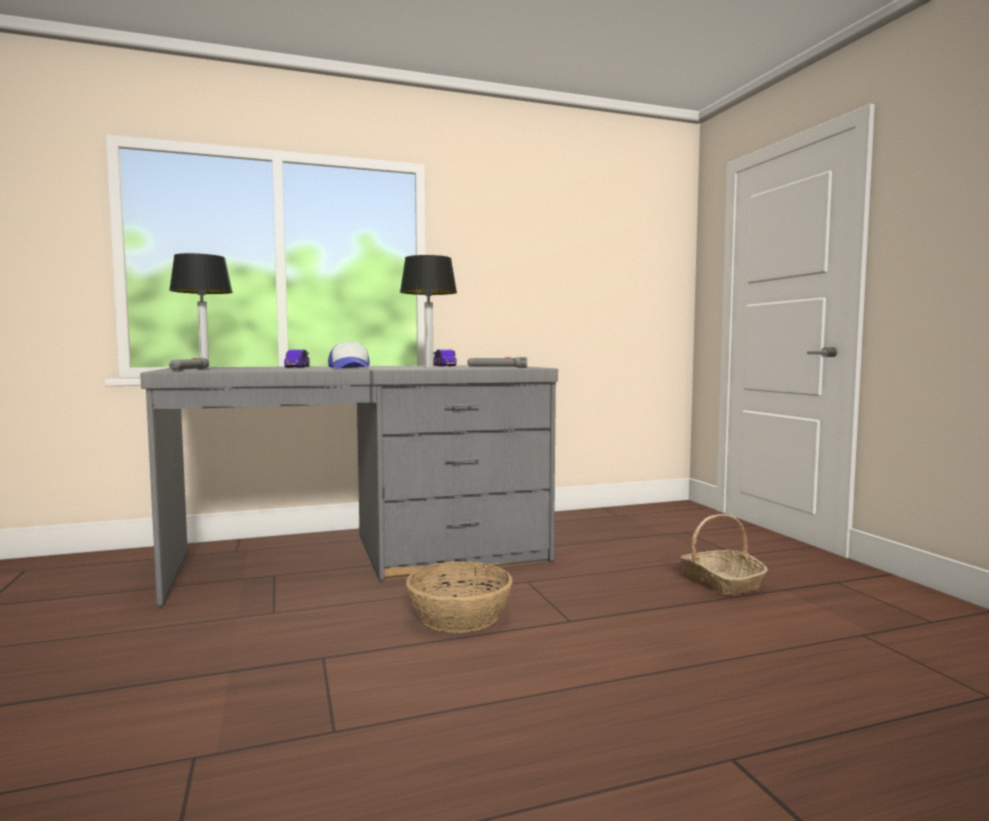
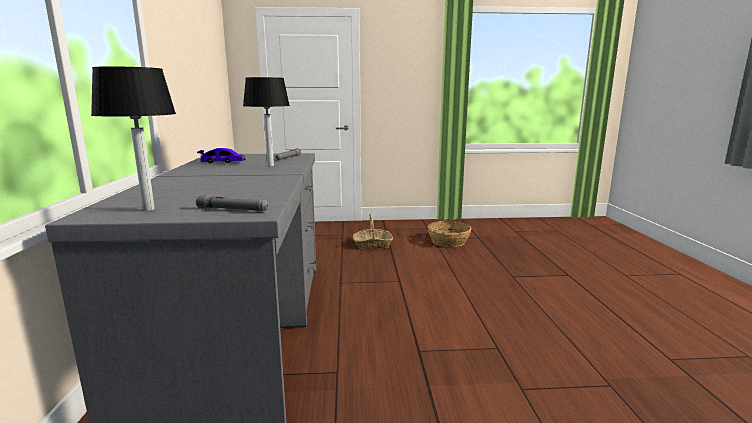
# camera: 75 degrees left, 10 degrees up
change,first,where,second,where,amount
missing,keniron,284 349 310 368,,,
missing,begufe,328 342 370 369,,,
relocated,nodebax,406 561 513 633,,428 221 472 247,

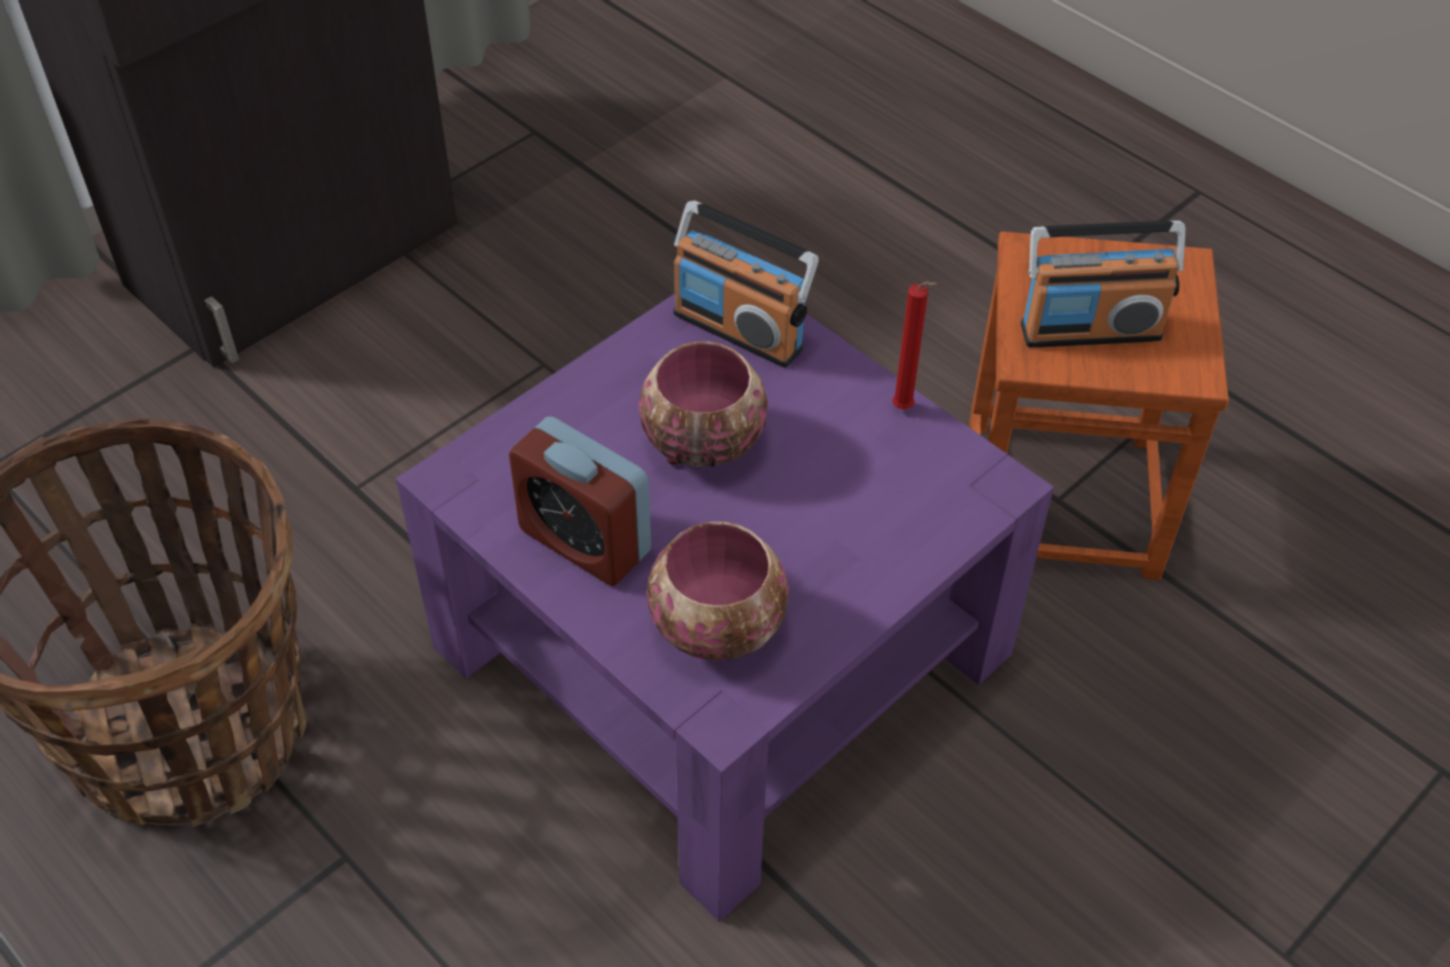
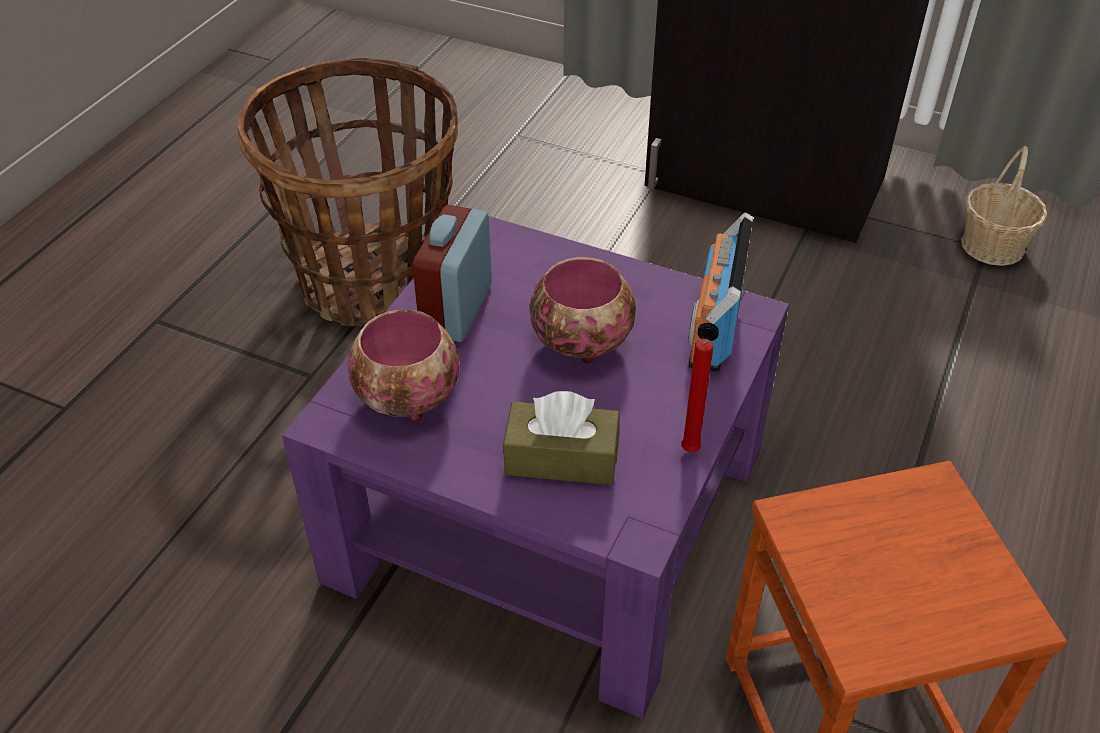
# camera: 70 degrees right, 5 degrees down
change,first,where,second,where,amount
missing,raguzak,1021 220 1186 348,,,
appeared,,,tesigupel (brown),503 391 620 485,
appeared,,,nodebax,961 146 1047 266,

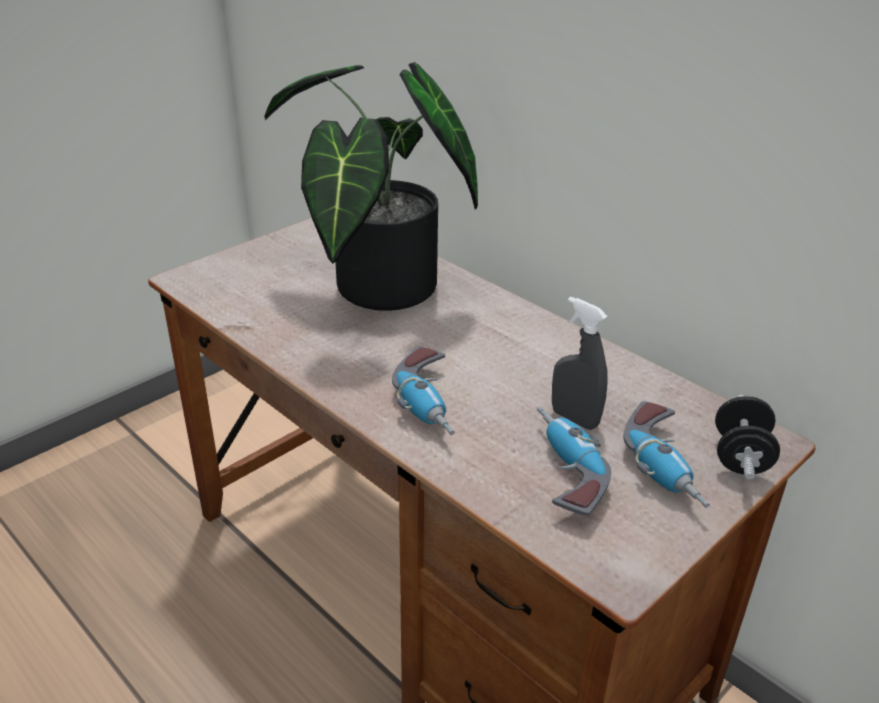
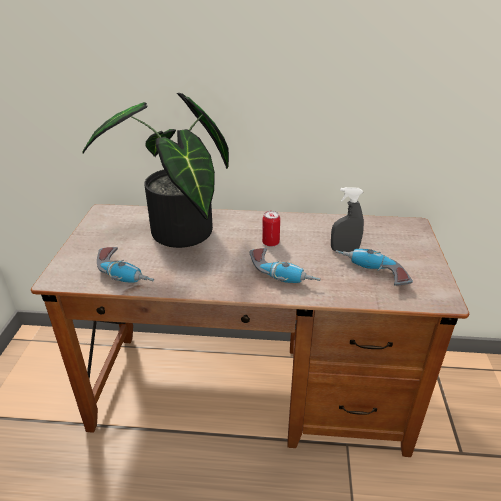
# camera: 40 degrees left, 0 degrees up
change,first,where,second,where,amount
relocated,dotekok,623 401 710 508,,97 247 154 283,
missing,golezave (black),715 395 780 480,,,
appeared,,,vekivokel,262 211 280 247,

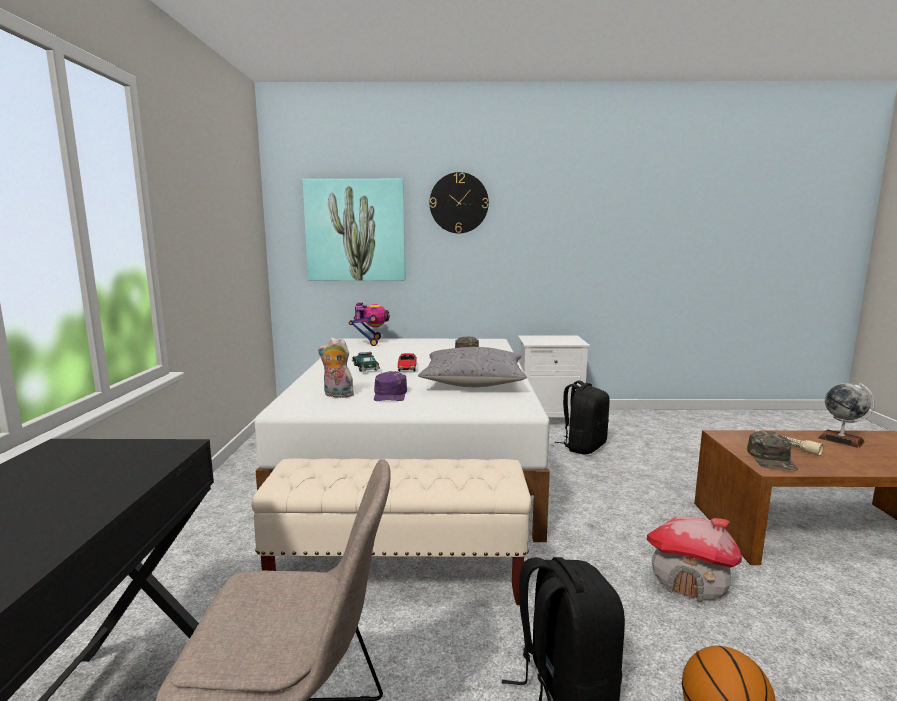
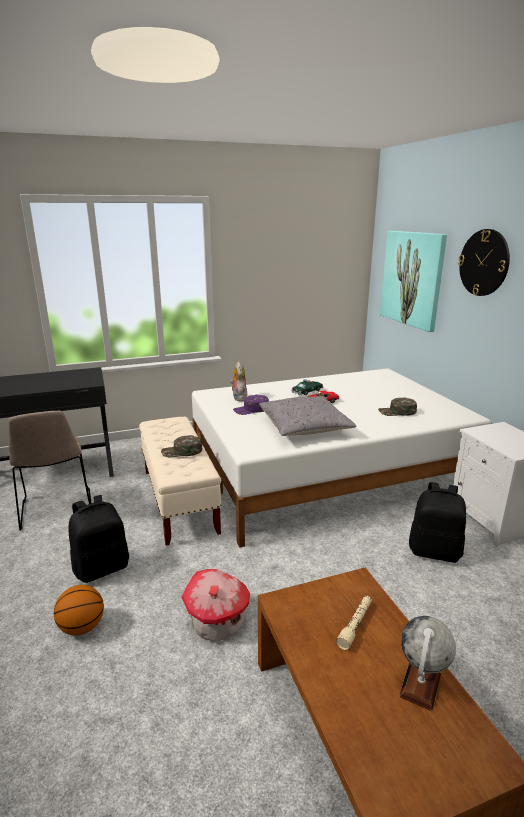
# camera: 70 degrees right, 10 degrees up
change,first,where,second,where,amount
missing,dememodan,349 302 390 346,,,
relocated,begufe (green),747 430 798 471,,161 435 202 457,

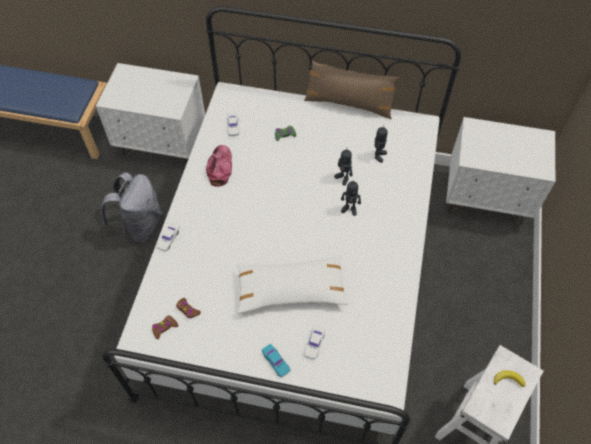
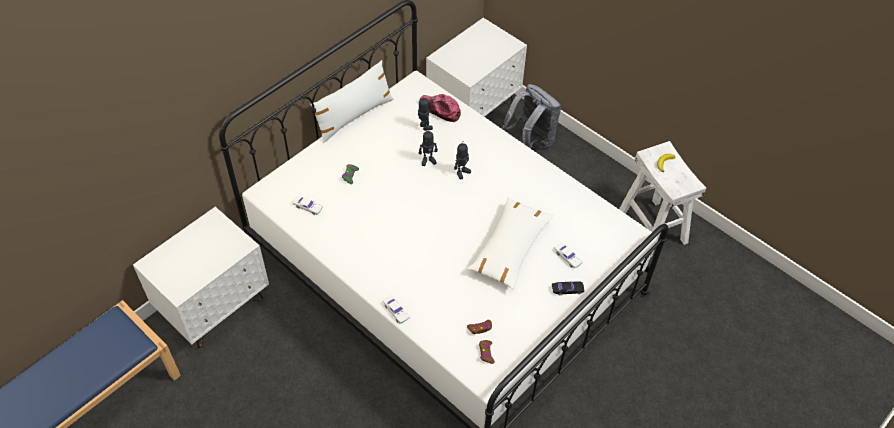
# camera: 60 degrees left, 5 degrees down
change,first,where,second,where,amount
relocated,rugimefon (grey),101 172 162 242,,502 84 561 149,
relocated,begufe,206 145 232 187,,420 94 461 122,
colour,keniron (turquoise),262 344 291 377,keniron (black),552 281 584 295,
colour,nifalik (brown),304 60 400 119,nifalik (white),310 60 394 143,

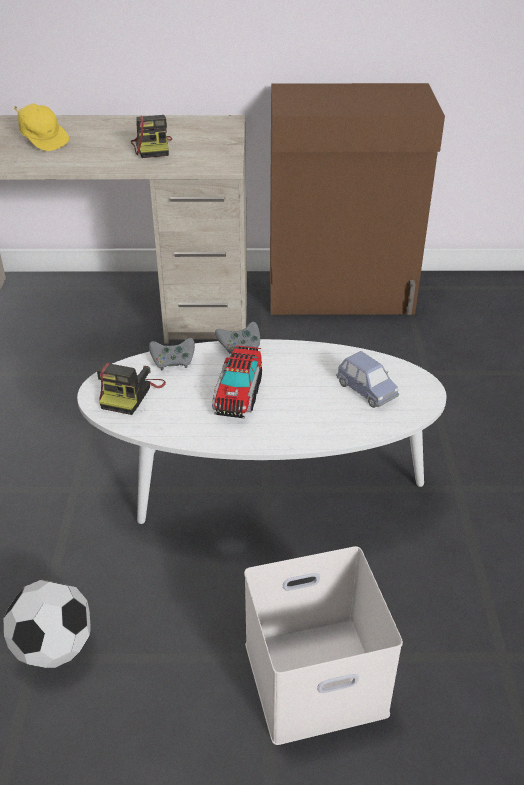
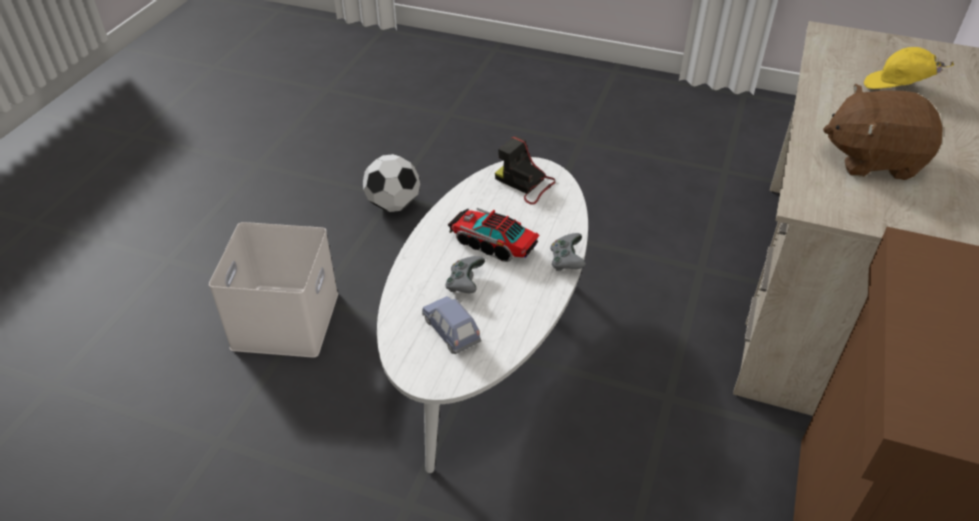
# camera: 110 degrees right, 5 degrees up
change,first,where,second,where,amount
spun,begufe (yellow),14 103 69 151,,864 47 954 89,45 degrees clockwise
exchanged,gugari,131 115 172 158,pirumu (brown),823 84 943 180,
relocated,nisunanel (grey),149 338 195 370,,446 256 485 293,
spun,keniron (blue),336 351 399 408,,422 296 481 354,75 degrees clockwise

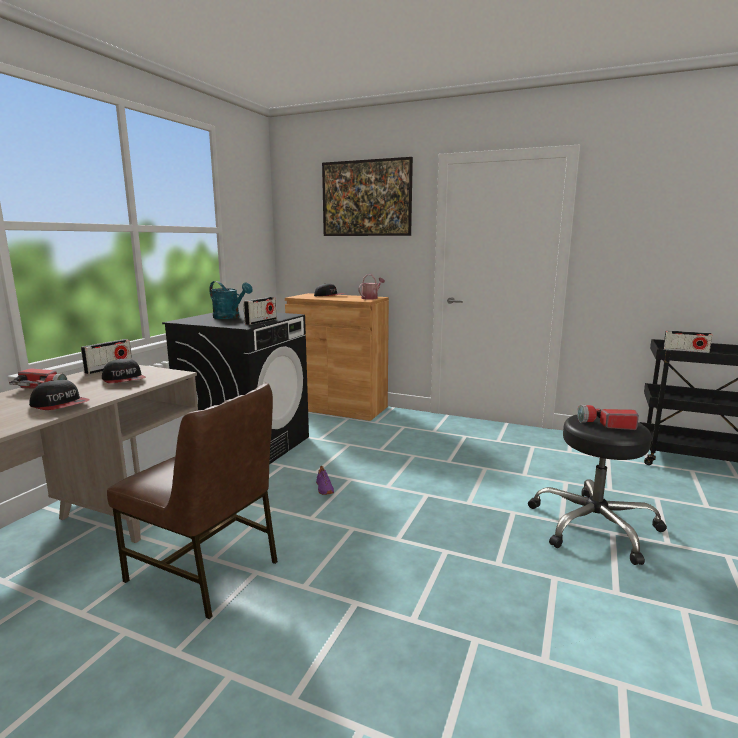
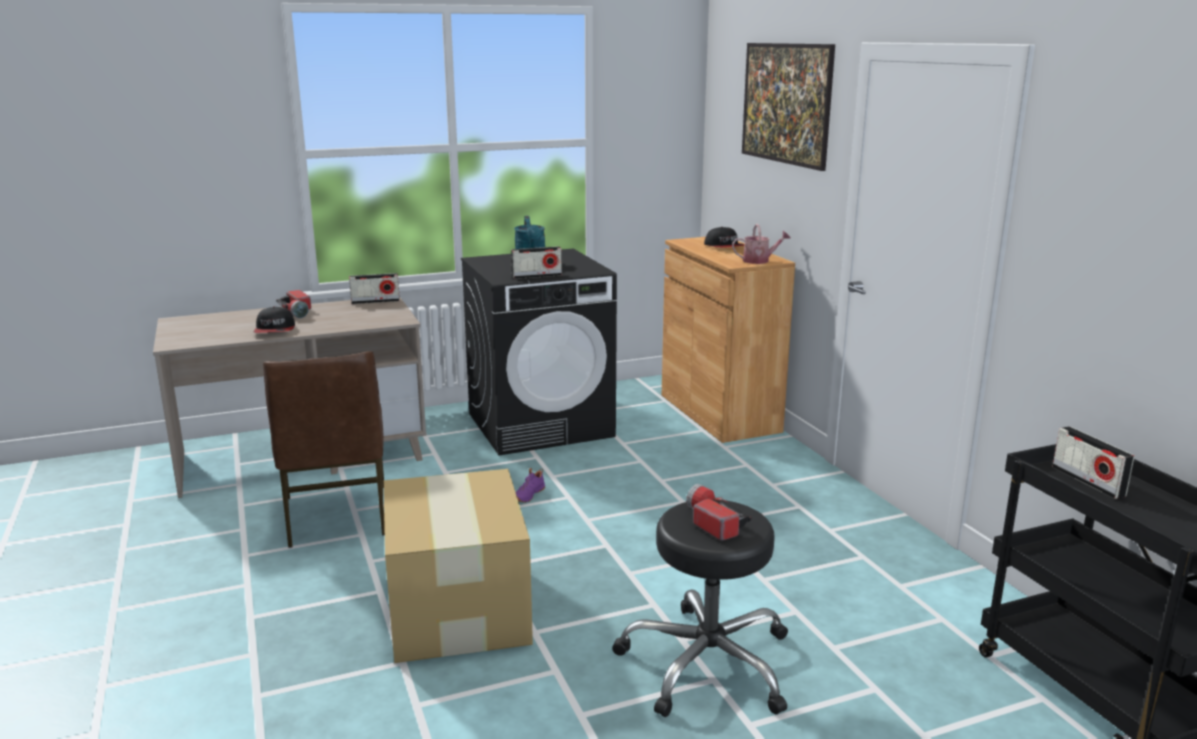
# camera: 45 degrees right, 5 degrees up
change,first,where,second,where,amount
missing,begufe,102 358 146 383,,,
appeared,,,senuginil,384 469 533 663,

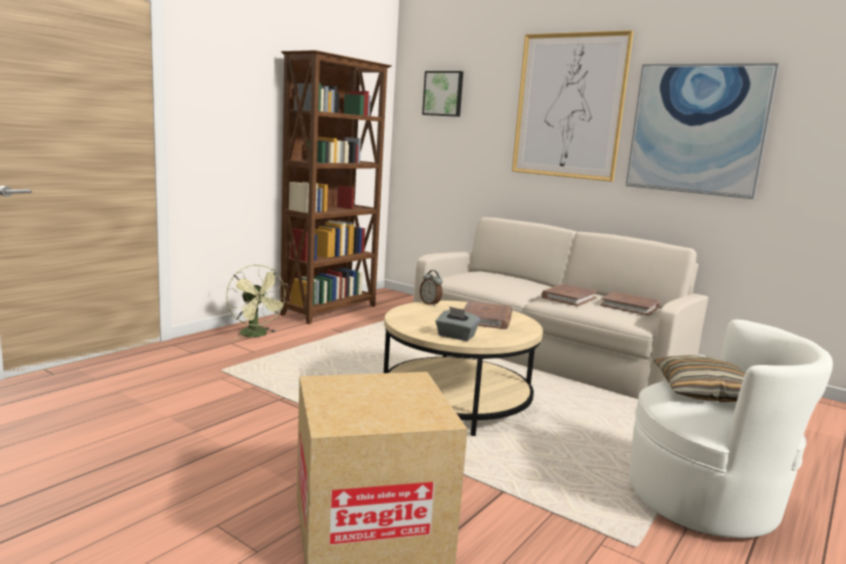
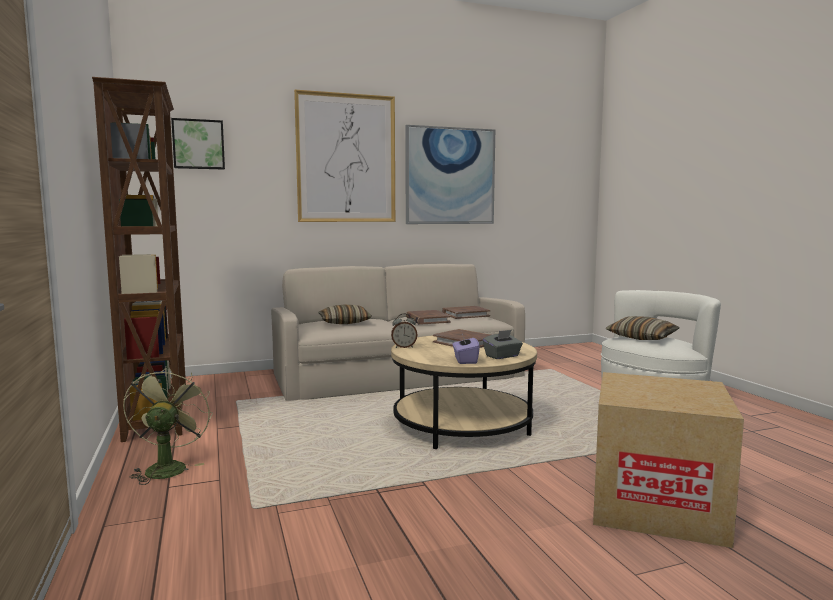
# camera: 55 degrees left, 5 degrees down
change,first,where,second,where,amount
spun,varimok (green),226 265 288 339,,123 366 213 485,90 degrees counterclockwise
appeared,,,nifalik,318 305 372 324,
appeared,,,tesigupel (purple),453 331 480 364,

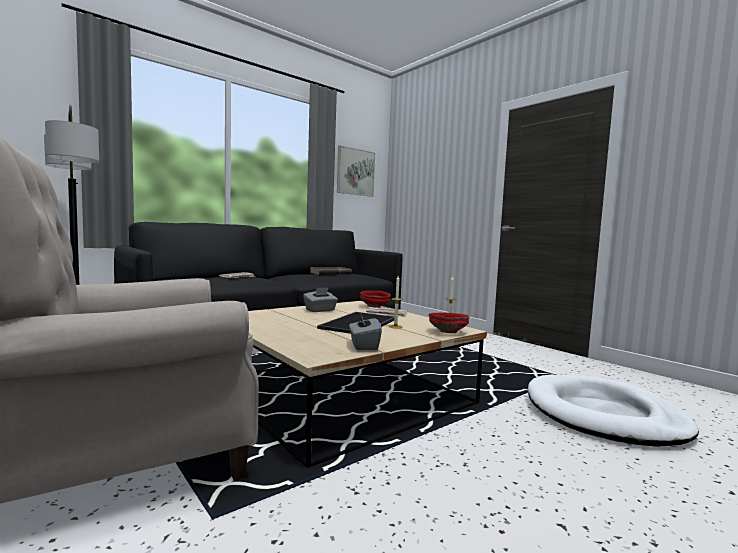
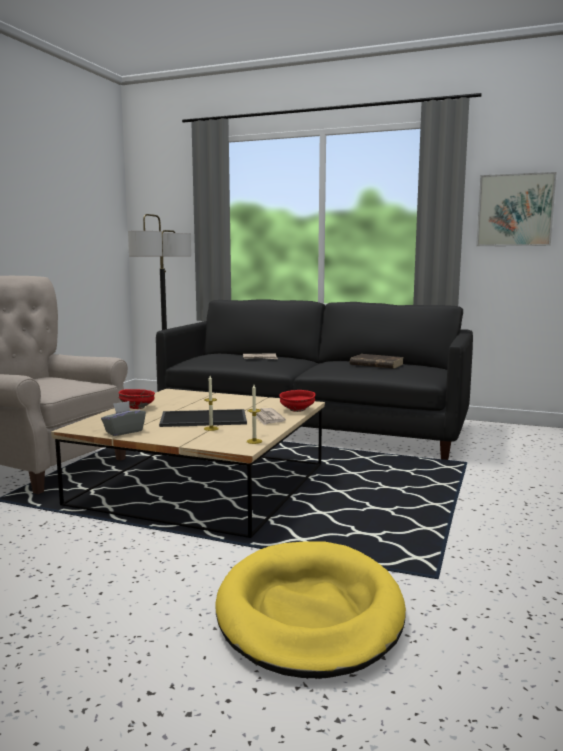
# camera: 60 degrees right, 5 degrees up
change,first,where,second,where,amount
missing,tesigupel (grey),303 287 338 312,,,
relocated,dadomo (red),428 313 469 333,,119 389 155 409,
colour,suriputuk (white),528 375 699 447,suriputuk (yellow),215 541 406 679,

